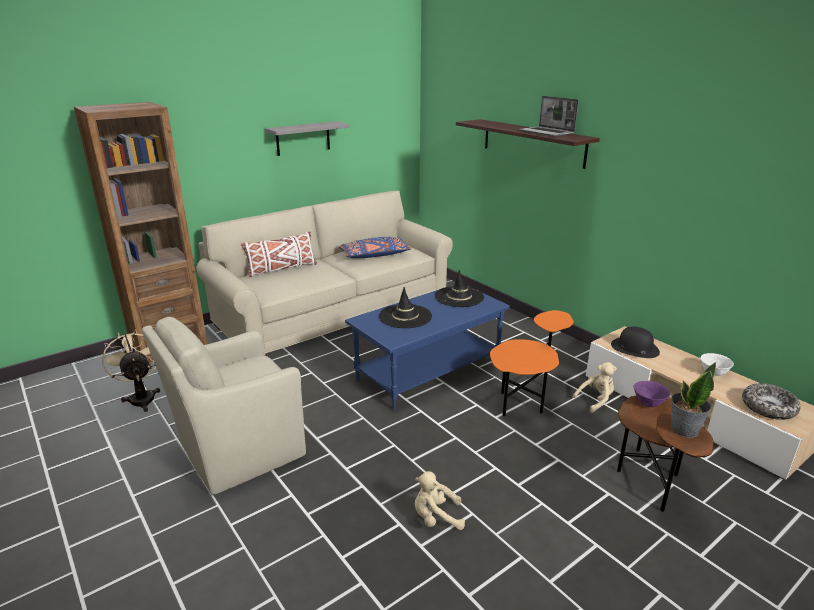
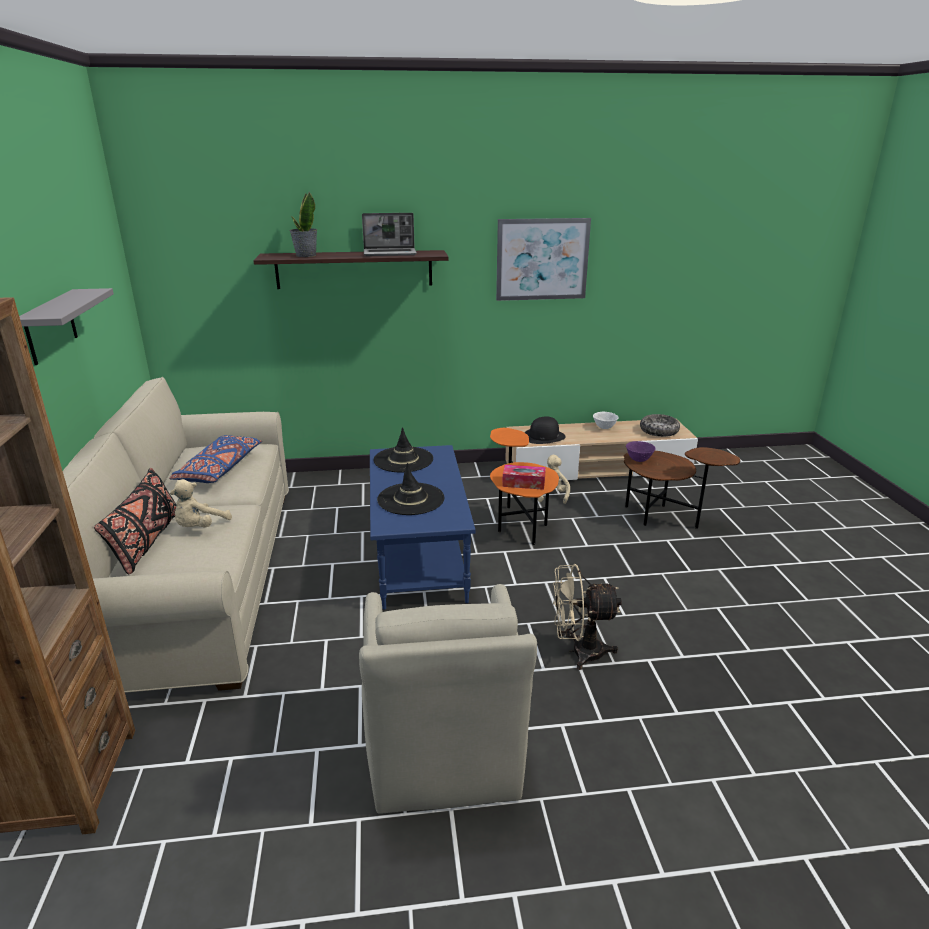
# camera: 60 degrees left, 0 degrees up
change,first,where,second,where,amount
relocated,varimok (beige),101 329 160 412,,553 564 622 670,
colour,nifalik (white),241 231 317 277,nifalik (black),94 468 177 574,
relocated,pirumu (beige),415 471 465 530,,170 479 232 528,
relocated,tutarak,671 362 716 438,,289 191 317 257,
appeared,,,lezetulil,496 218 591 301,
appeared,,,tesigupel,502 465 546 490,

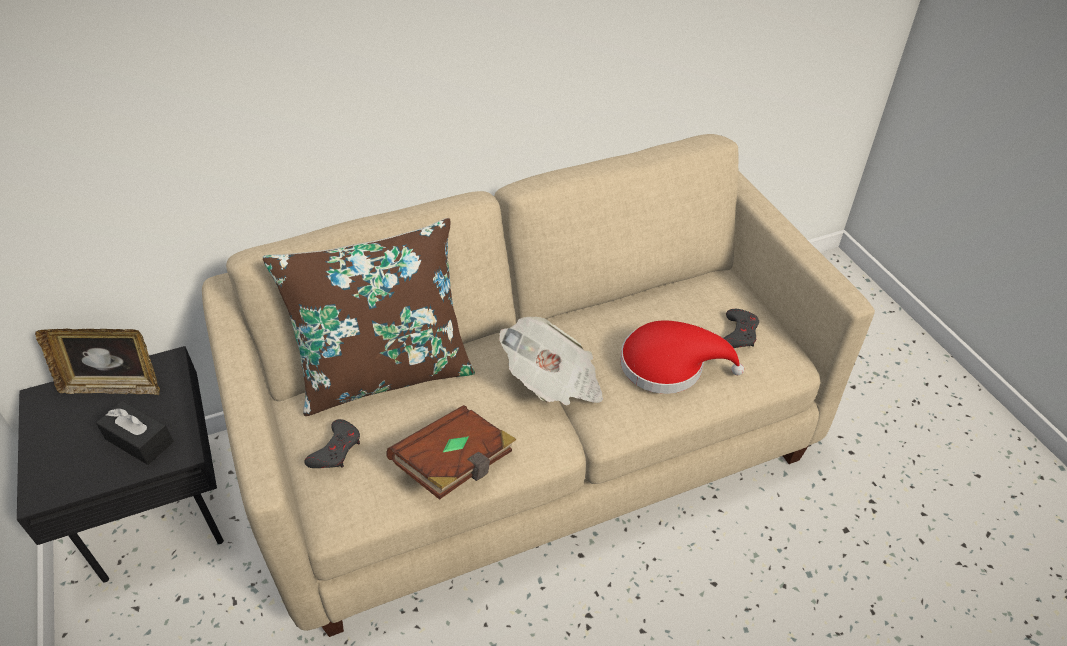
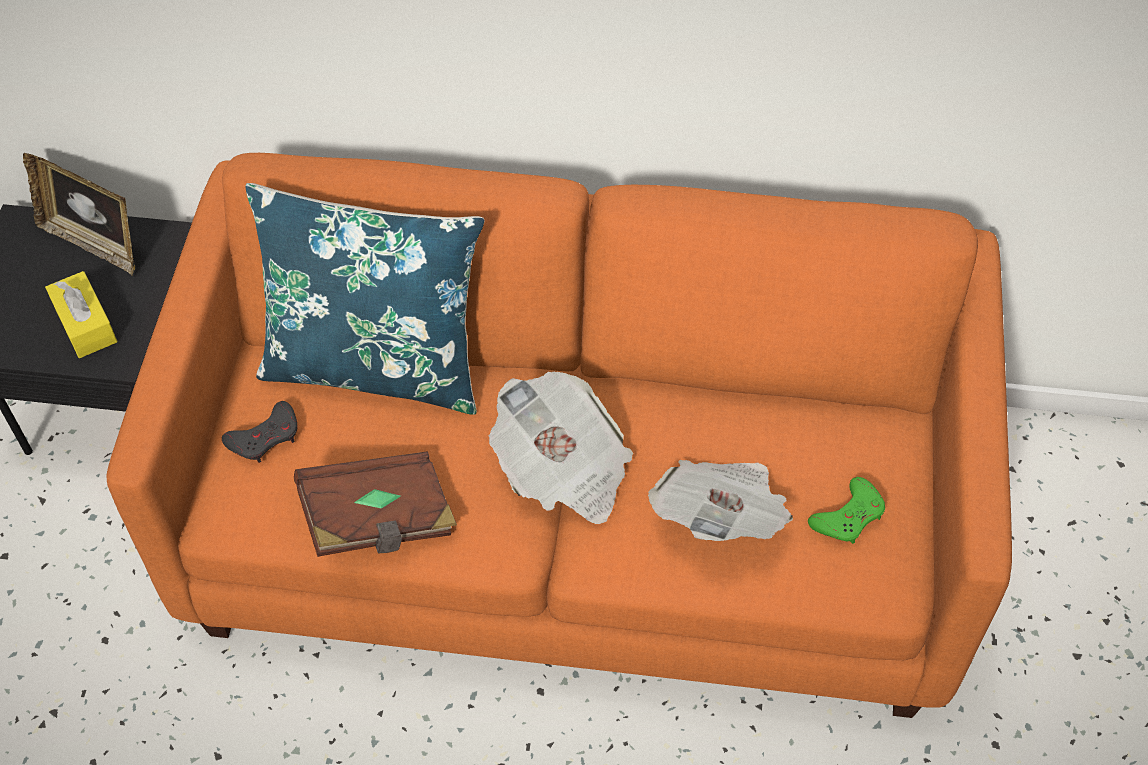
# camera: 30 degrees right, 10 degrees up
change,first,where,second,where,amount
colour,tesigupel (black),96 401 174 465,tesigupel (yellow),45 271 118 358,
colour,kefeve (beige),202 134 875 637,kefeve (orange),106 153 1012 718,
colour,nifalik (brown),262 218 475 416,nifalik (blue),245 183 484 415,
exchanged,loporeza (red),620 321 744 394,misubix,648 460 793 541,
colour,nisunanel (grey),724 309 759 348,nisunanel (green),808 477 885 544,

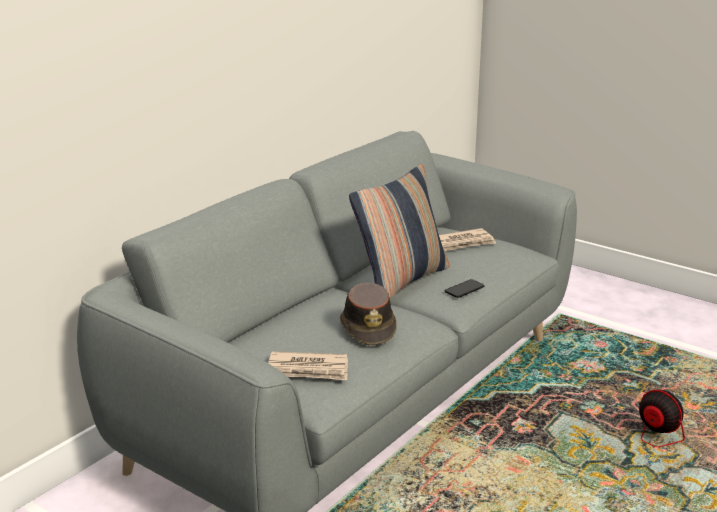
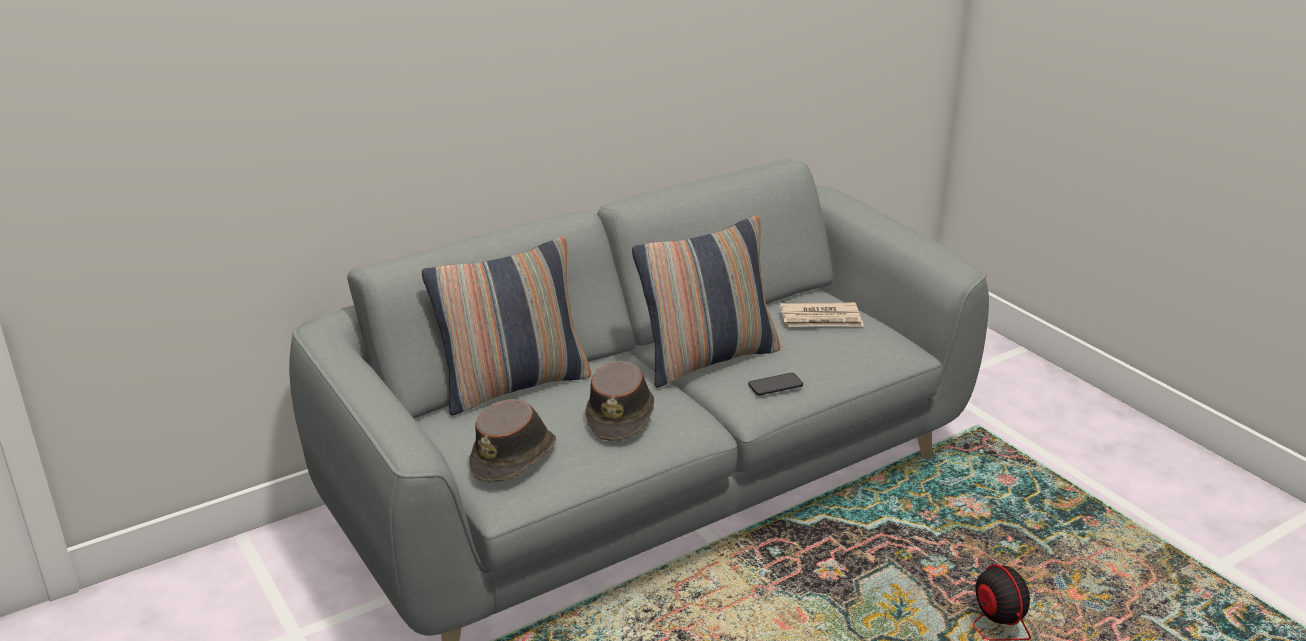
# camera: 20 degrees right, 5 degrees up
change,first,where,second,where,amount
exchanged,misubix,268 351 348 380,loporeza (brown),469 399 556 483,
appeared,,,nifalik,422 237 591 415,

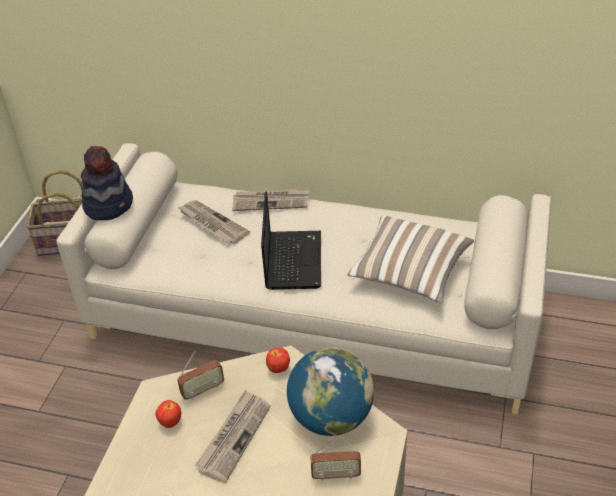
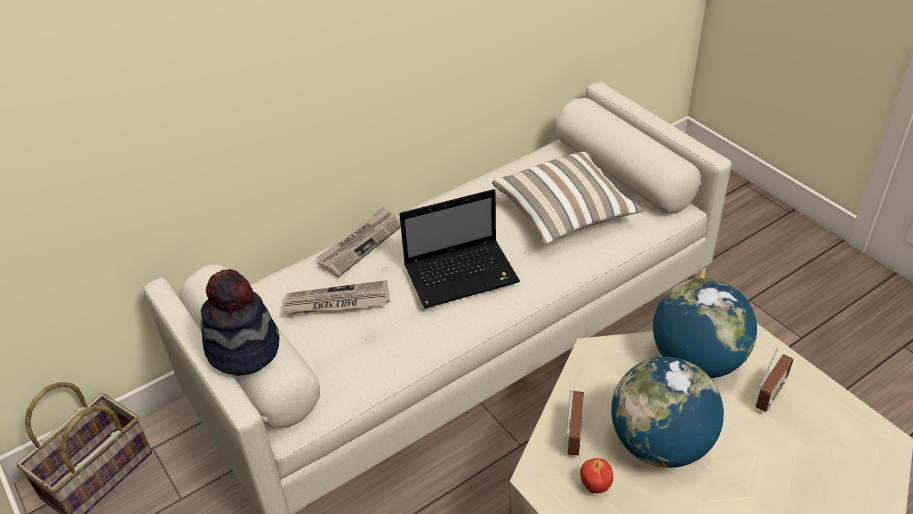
# camera: 50 degrees left, 0 degrees up
change,first,where,second,where,amount
exchanged,misubix,195 390 271 483,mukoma,611 357 724 468,
spun,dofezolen,261 192 321 290,,399 189 520 308,120 degrees clockwise
missing,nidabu,266 348 290 373,,,

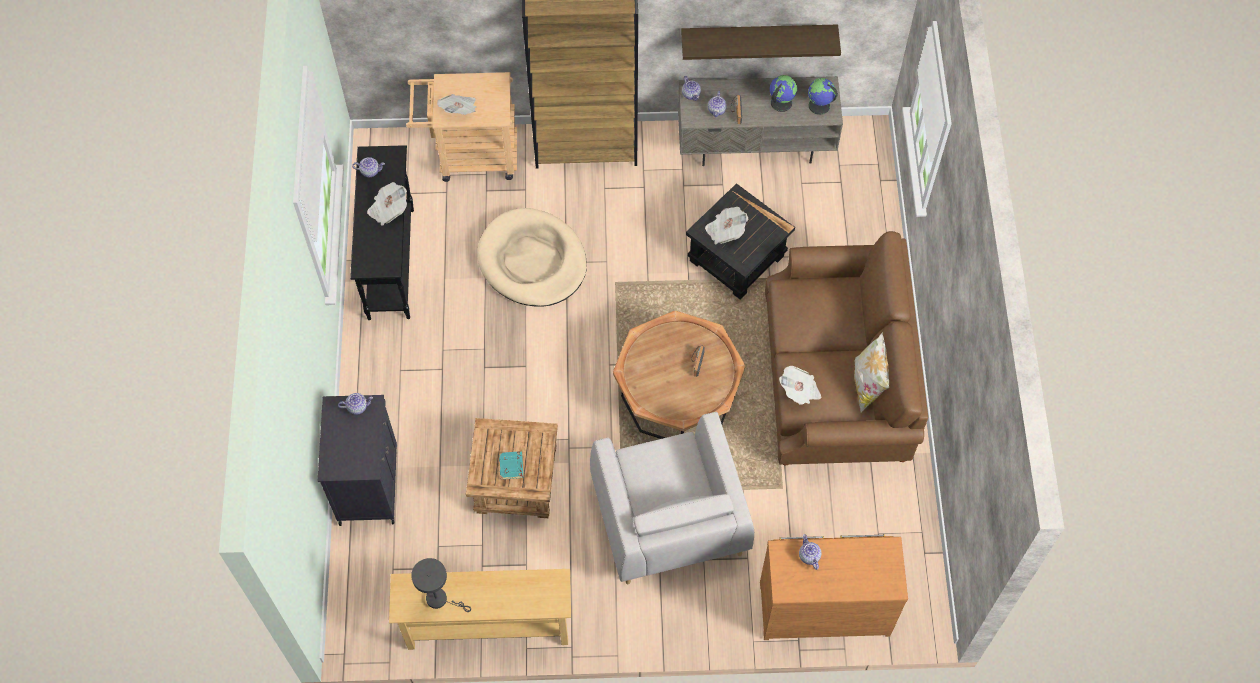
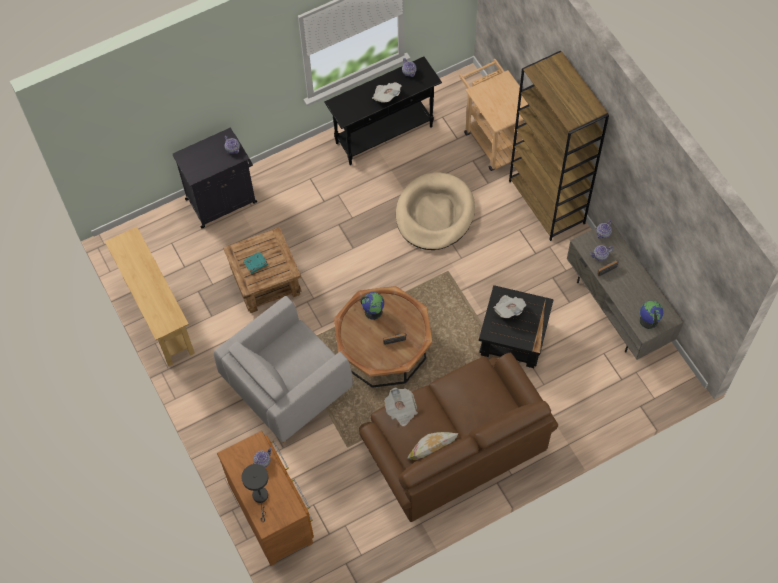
# camera: 65 degrees right, 0 degrees up
change,first,where,second,where,amount
relocated,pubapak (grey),411 558 471 612,,241 464 268 522,
missing,misubix,437 94 477 115,,,
missing,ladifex,681 25 841 60,,,
relocated,mukoma,770 75 797 112,,360 292 384 320,

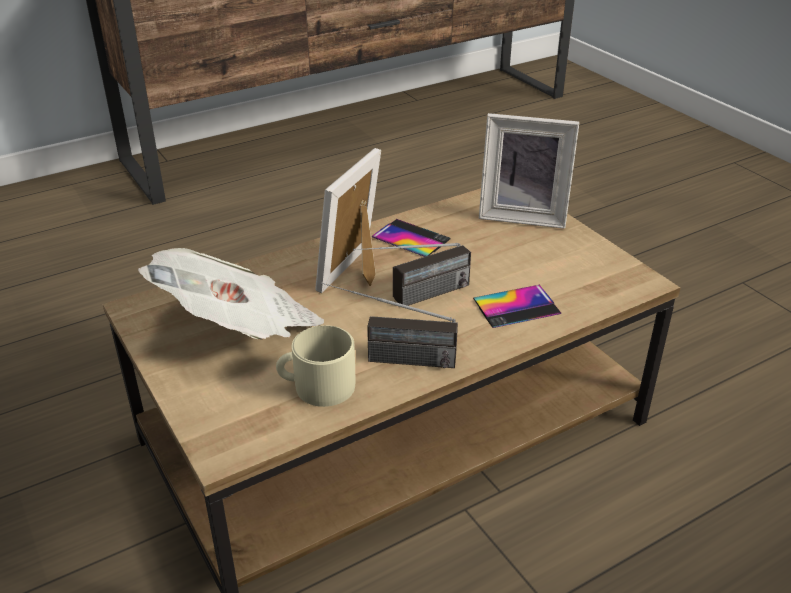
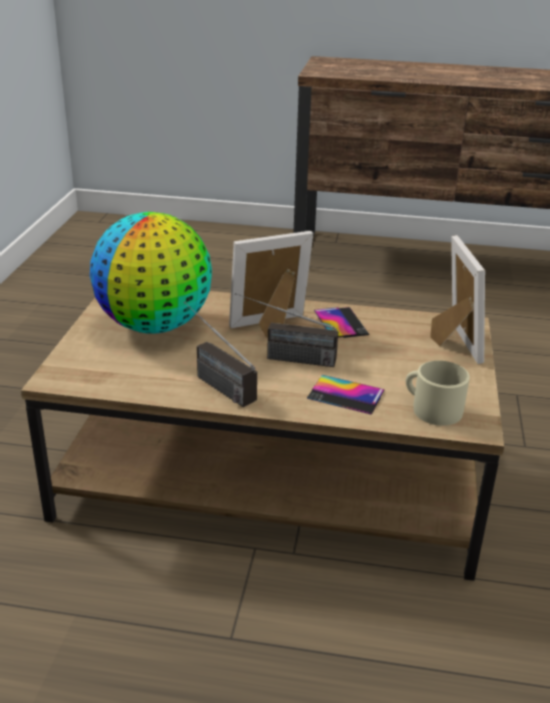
# camera: 40 degrees right, 5 degrees down
change,first,where,second,where,amount
exchanged,misubix,138 248 324 340,mukoma,90 212 212 334,
relocated,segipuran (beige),276 325 356 407,,406 360 470 426,
spun,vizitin,479 113 580 229,,430 235 485 364,150 degrees counterclockwise

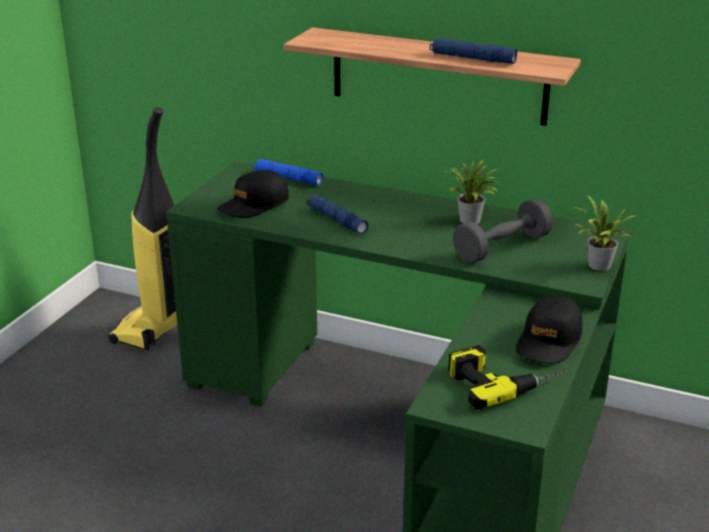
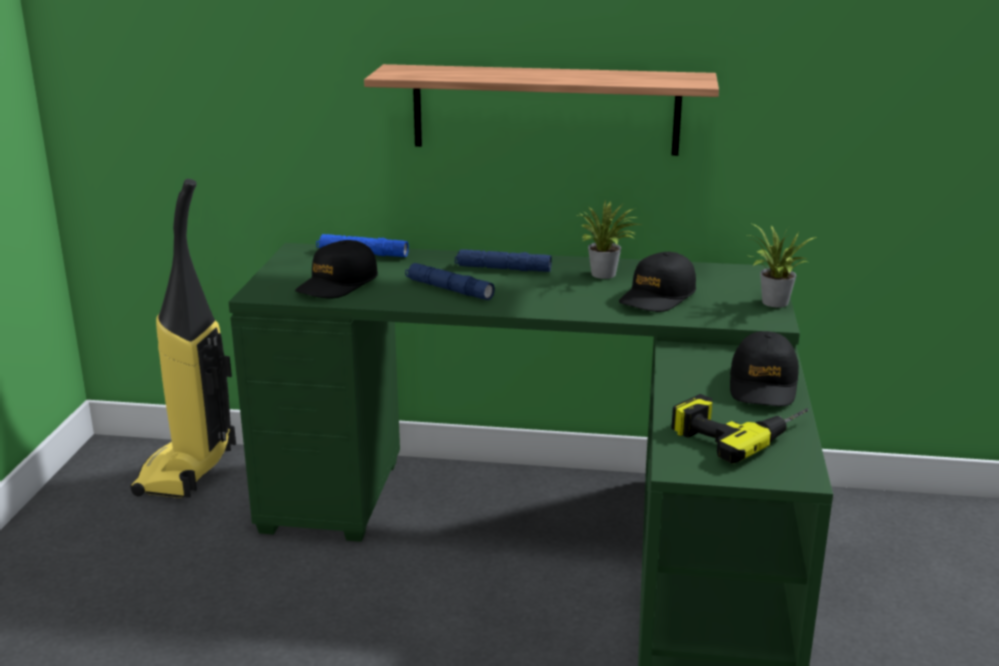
# camera: 15 degrees left, 5 degrees down
change,first,where,second,where,amount
relocated,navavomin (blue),430 38 517 64,,455 249 552 272,
exchanged,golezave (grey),453 198 553 264,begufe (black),619 252 696 312,

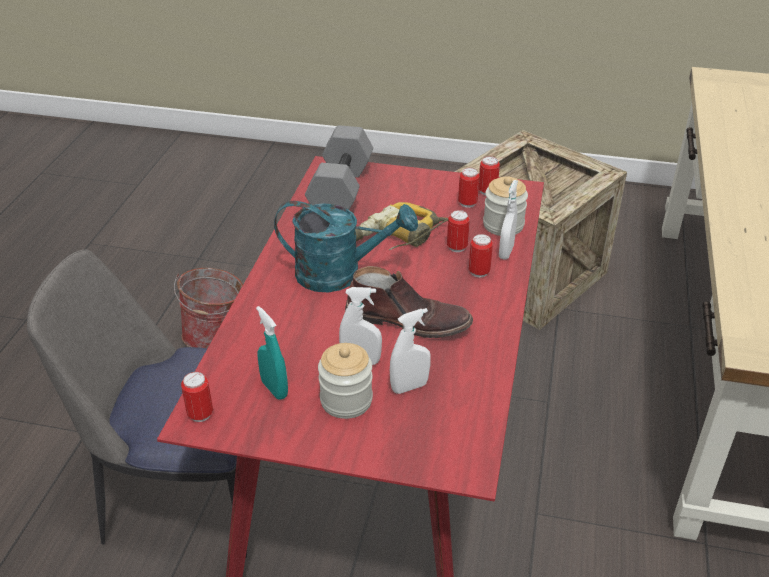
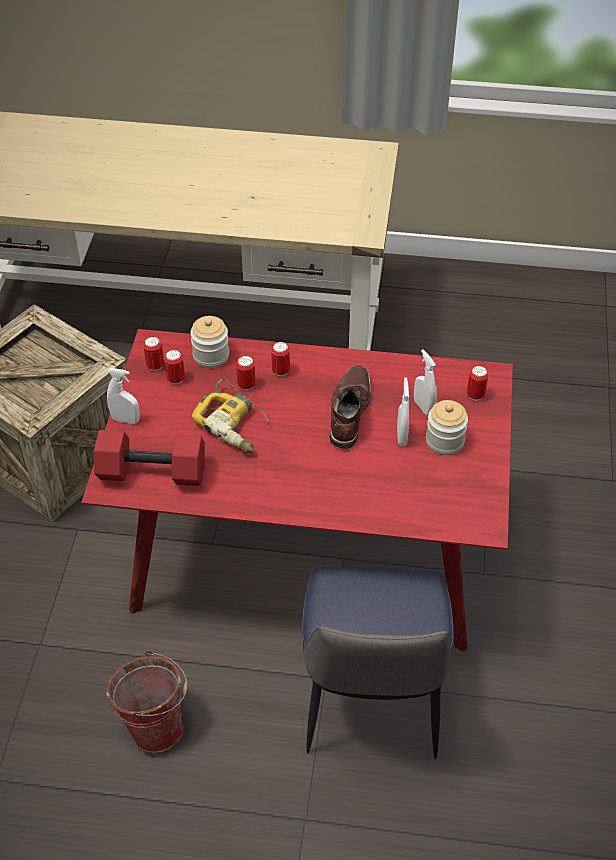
# camera: 95 degrees left, 10 degrees up
change,first,where,second,where,amount
relocated,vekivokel,181 372 213 422,,467 366 488 401,
missing,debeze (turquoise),256 306 288 400,,,
missing,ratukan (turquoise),274 201 418 293,,,
colour,golezave (grey),305 125 373 210,golezave (red),94 430 205 486,
relocated,debeze (white),499 180 518 259,,107 368 140 424,

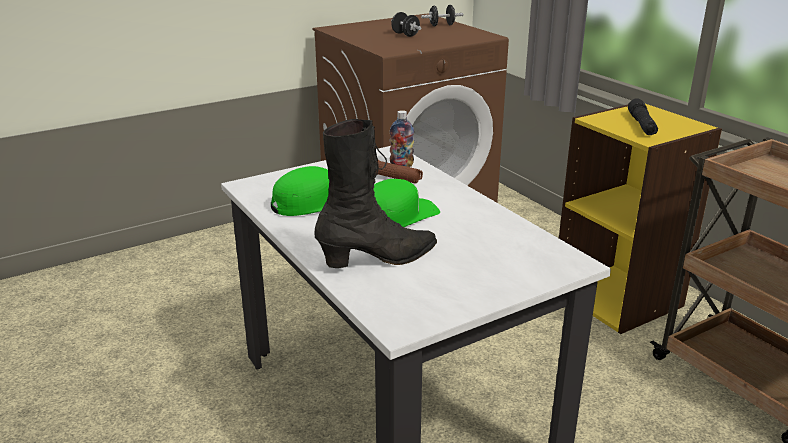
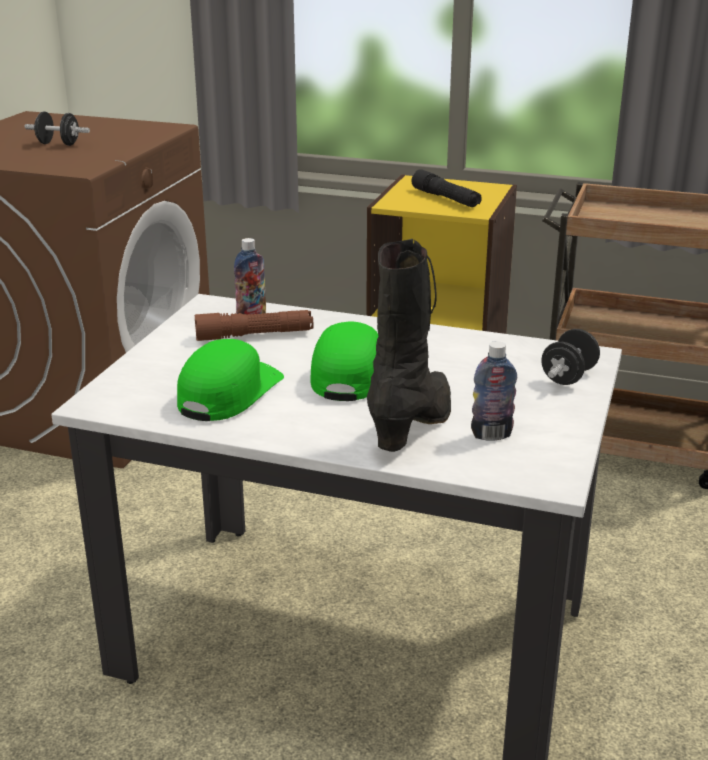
# camera: 40 degrees left, 0 degrees up
change,first,where,second,where,amount
relocated,golezave (black),421 5 463 26,,541 329 600 385,
appeared,,,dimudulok,471 341 517 441,

